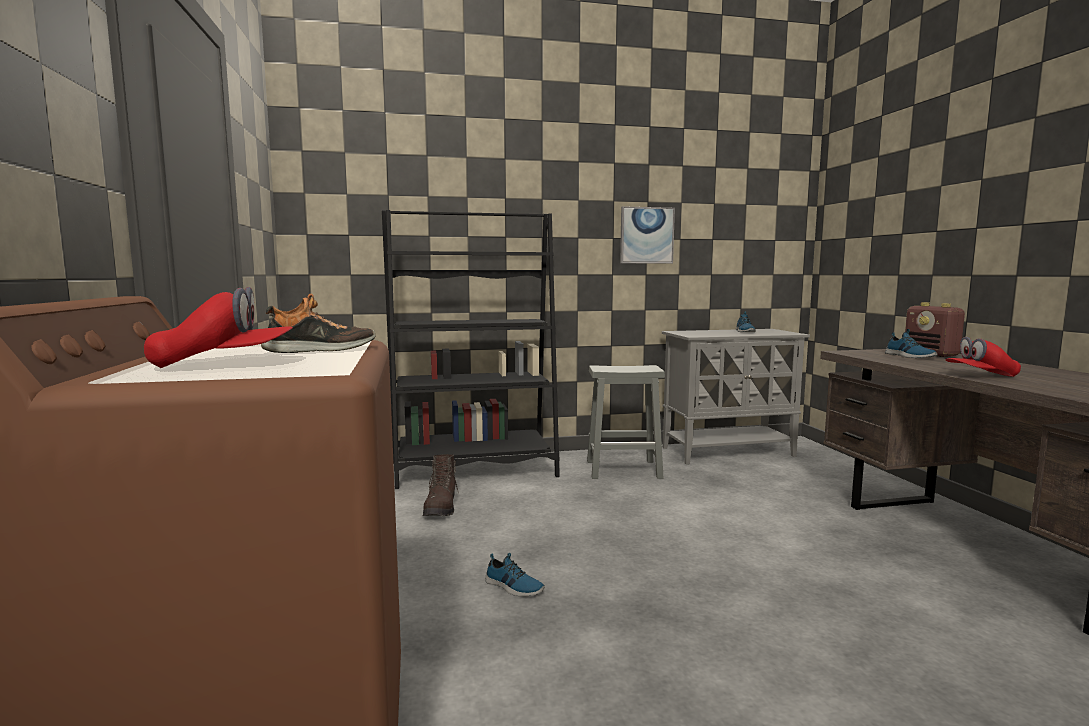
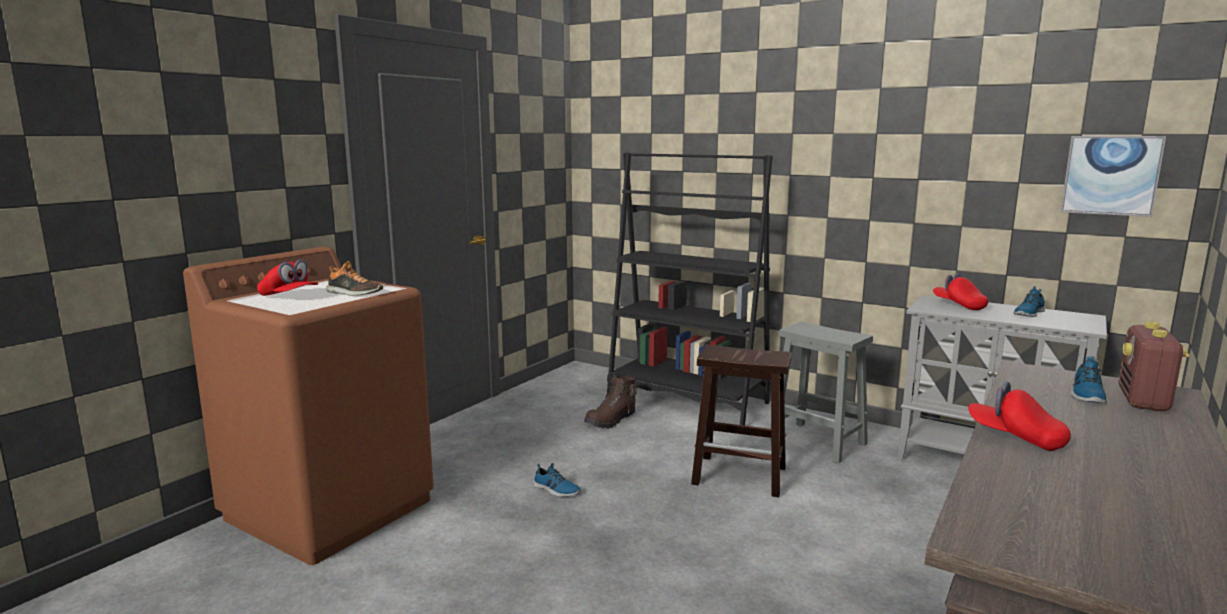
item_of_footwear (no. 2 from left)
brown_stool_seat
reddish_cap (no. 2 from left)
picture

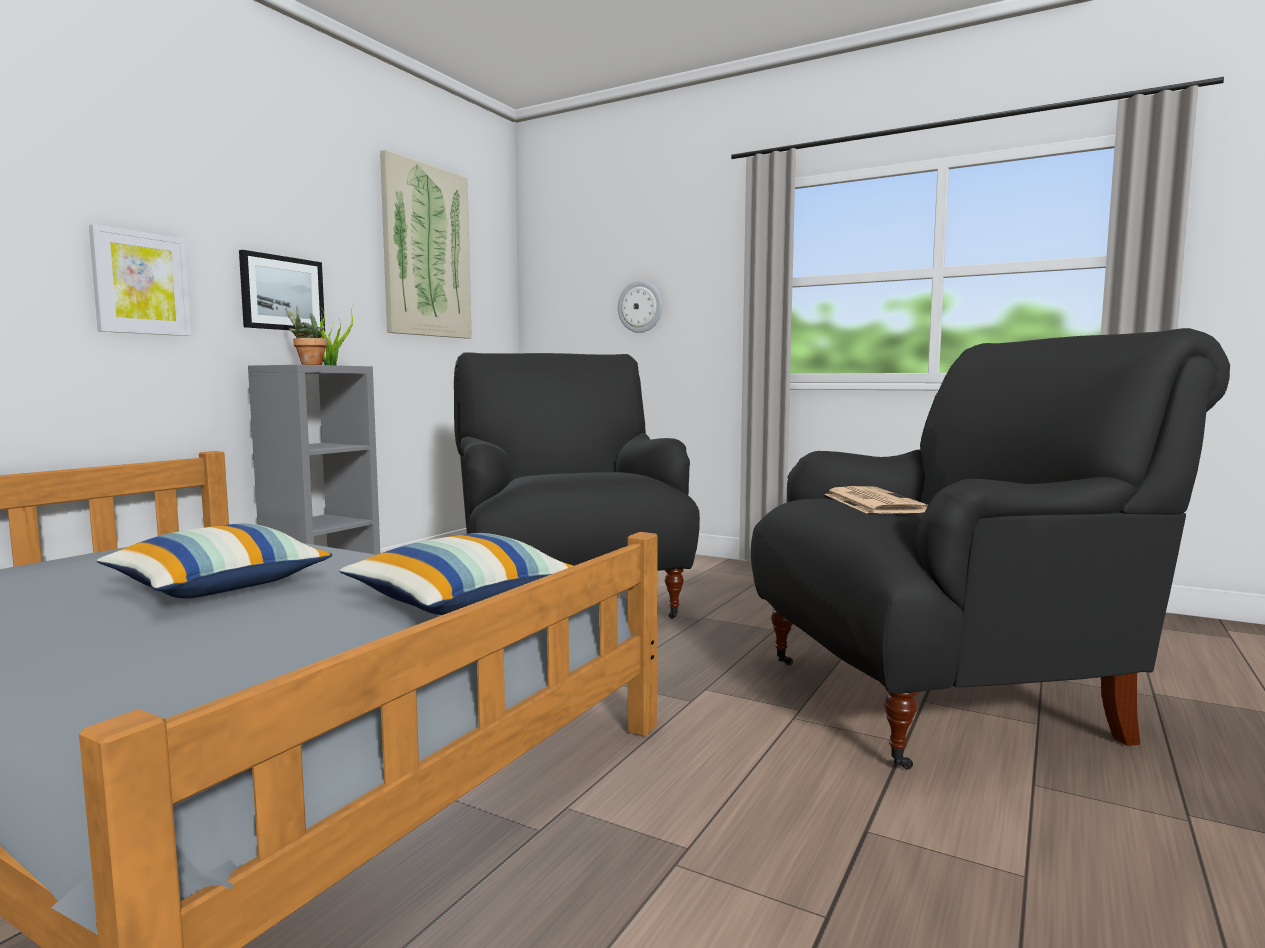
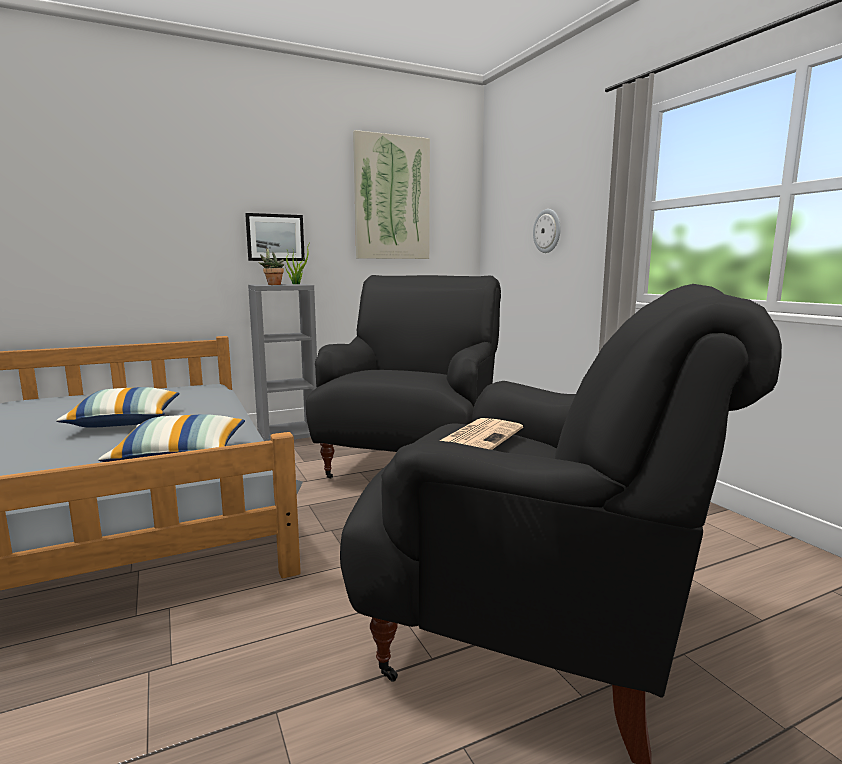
picture (no. 1 from left in the first image)

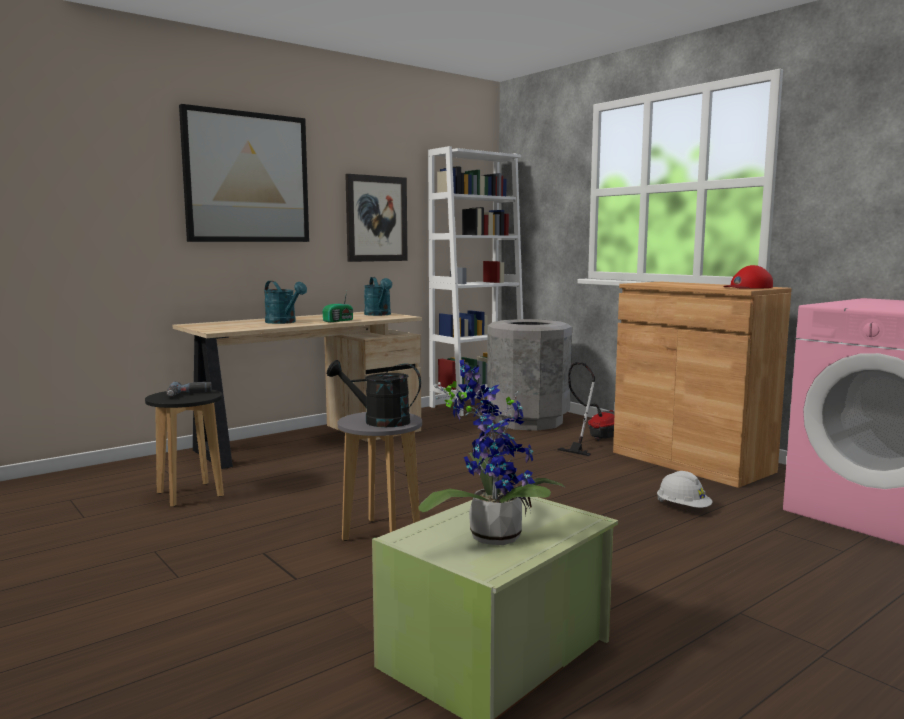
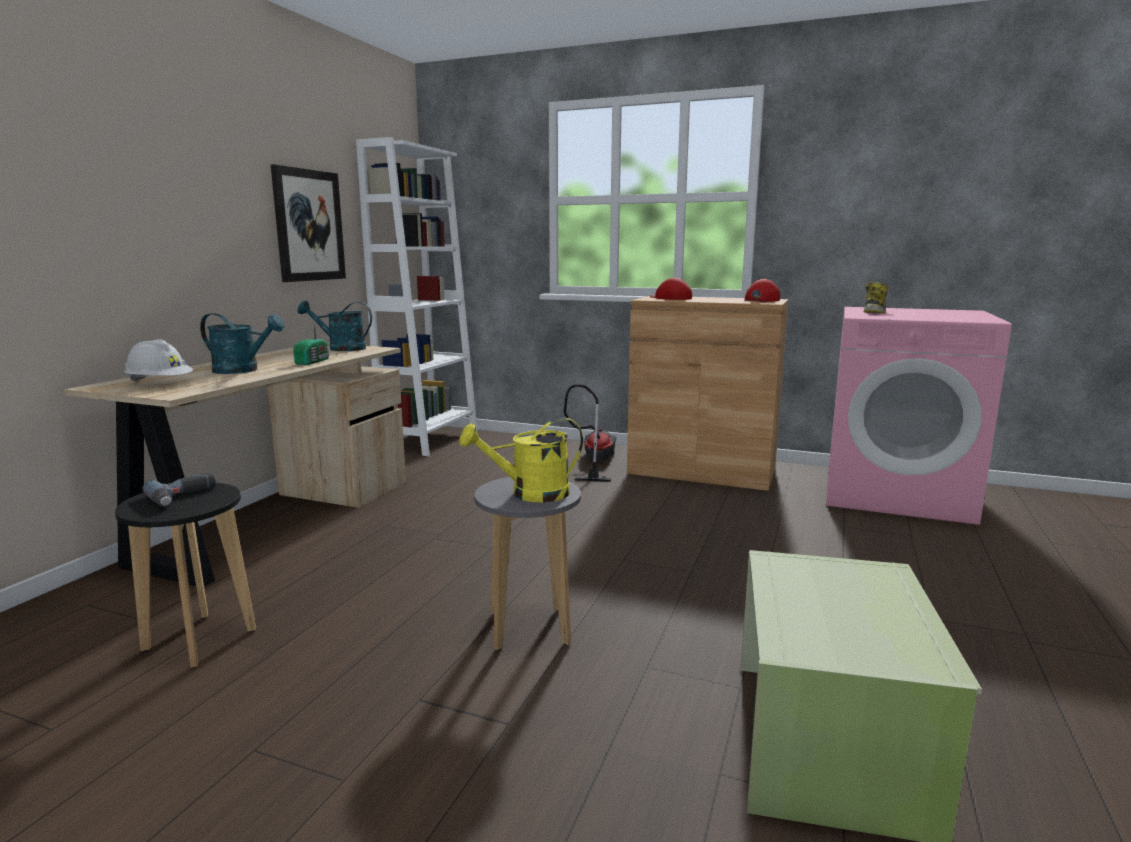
white-coloured_safety_helmet
turquoise-coloured_sprinkling_can (no. 2 from left)
yellow_sprinkling_can
reddish_cap (no. 1 from left)
tall_boot
picture (no. 1 from left in the first image)
potted_plant
greyish_trash_can

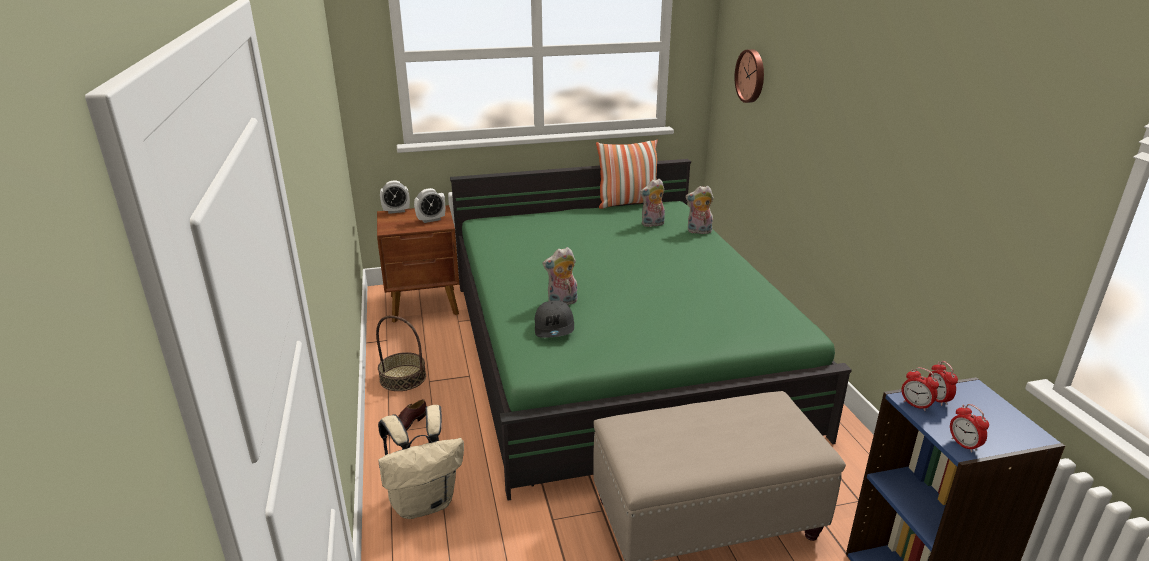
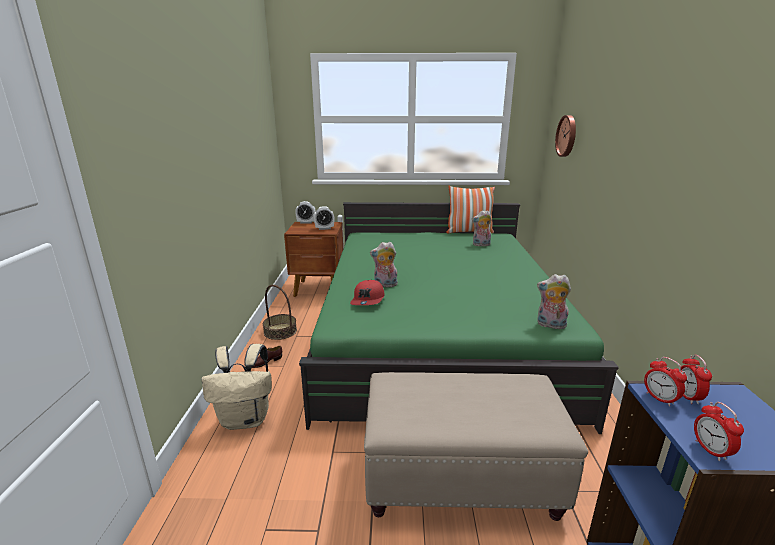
reddish_cap
cuddly_toy (no. 3 from left)

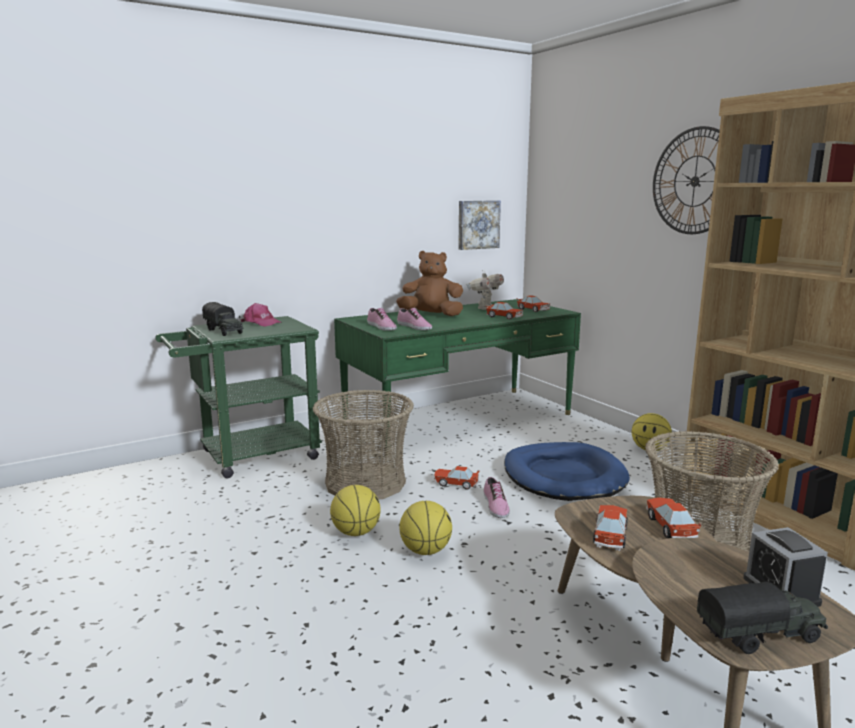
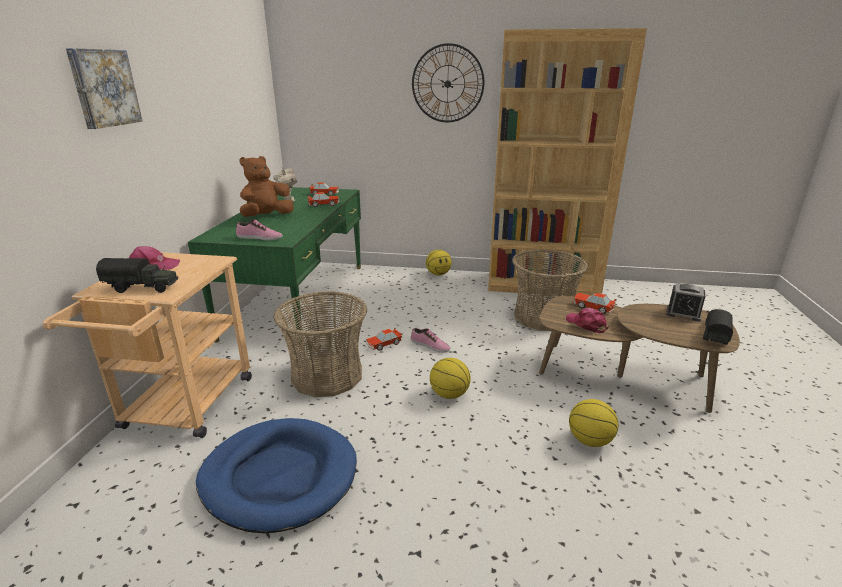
sand-coloured_trolley
picture
blue_dog_cushion
pinkish_cap (no. 2 from left)
basketball_ball (no. 3 from left)
item_of_footwear (no. 2 from left in the first image)

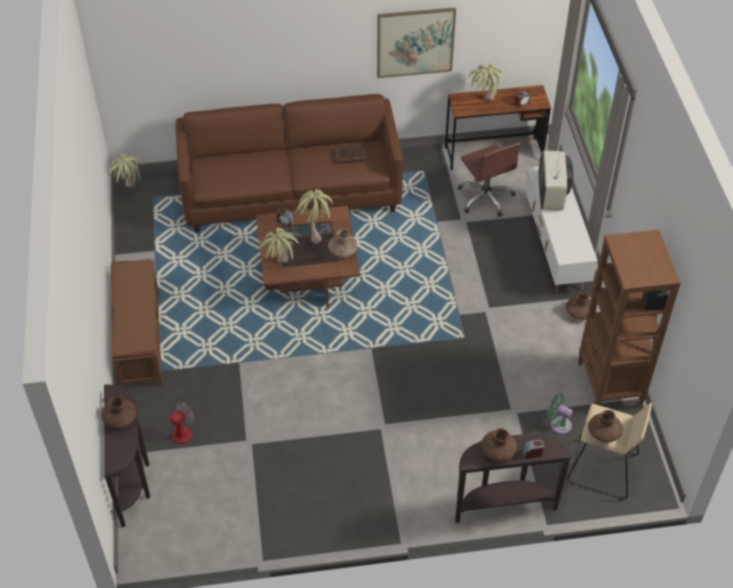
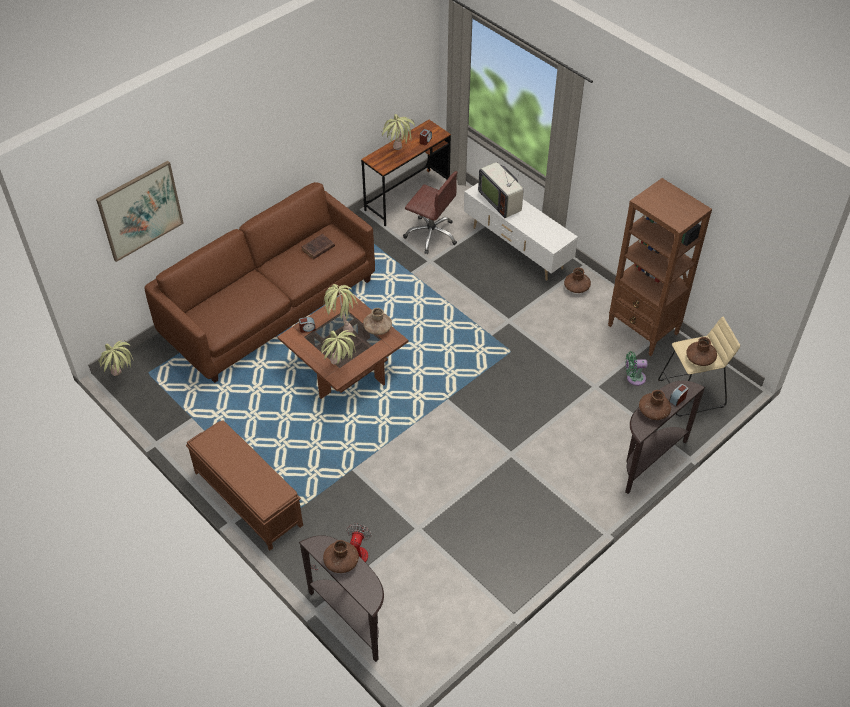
picture

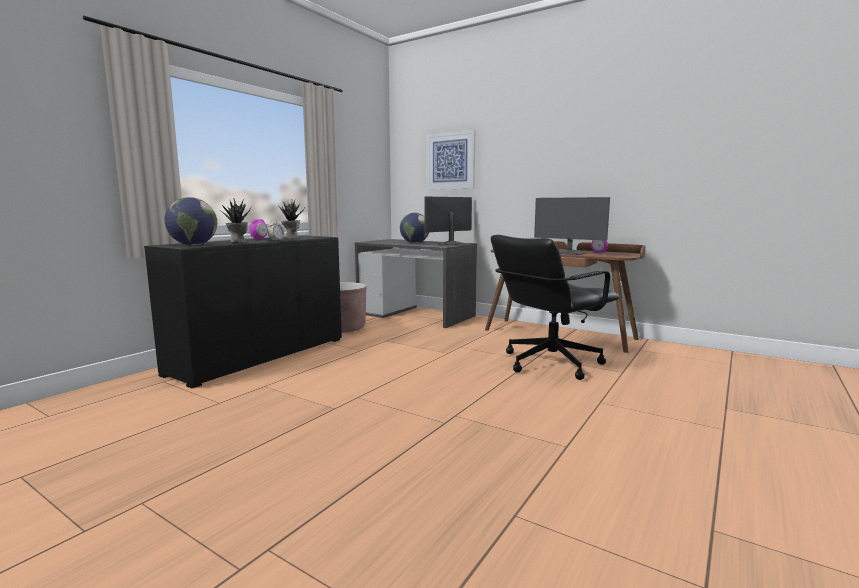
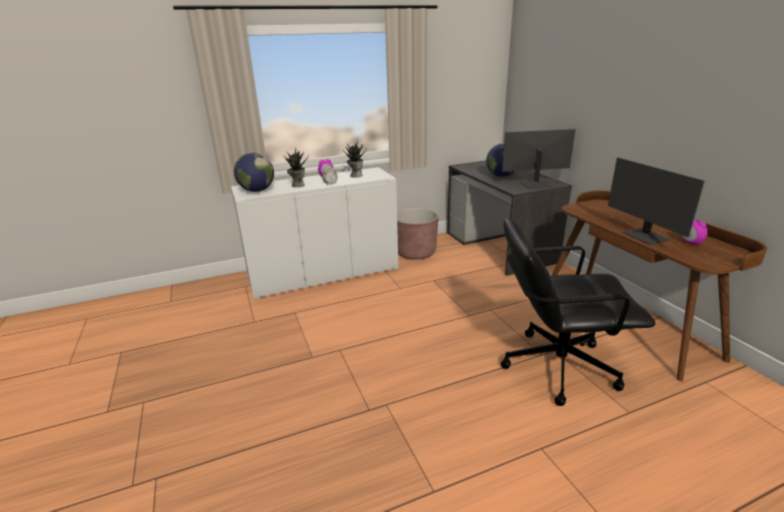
white-coloured_storage_cabinet
picture

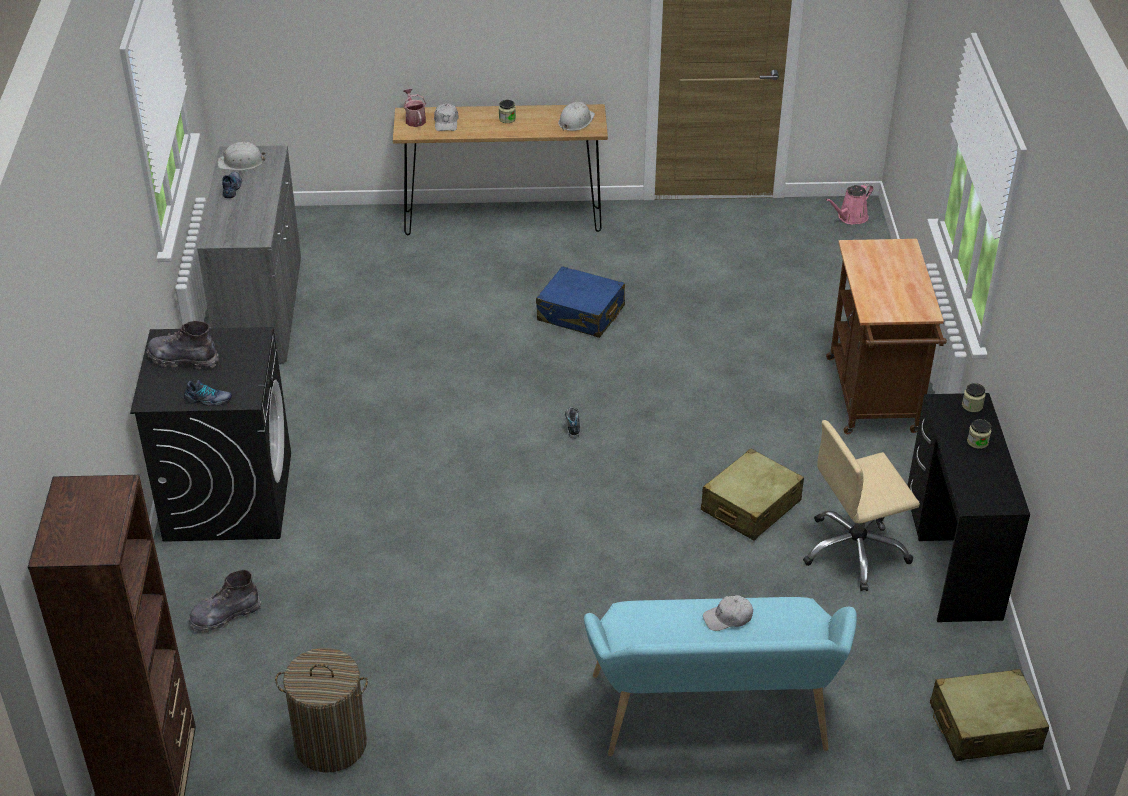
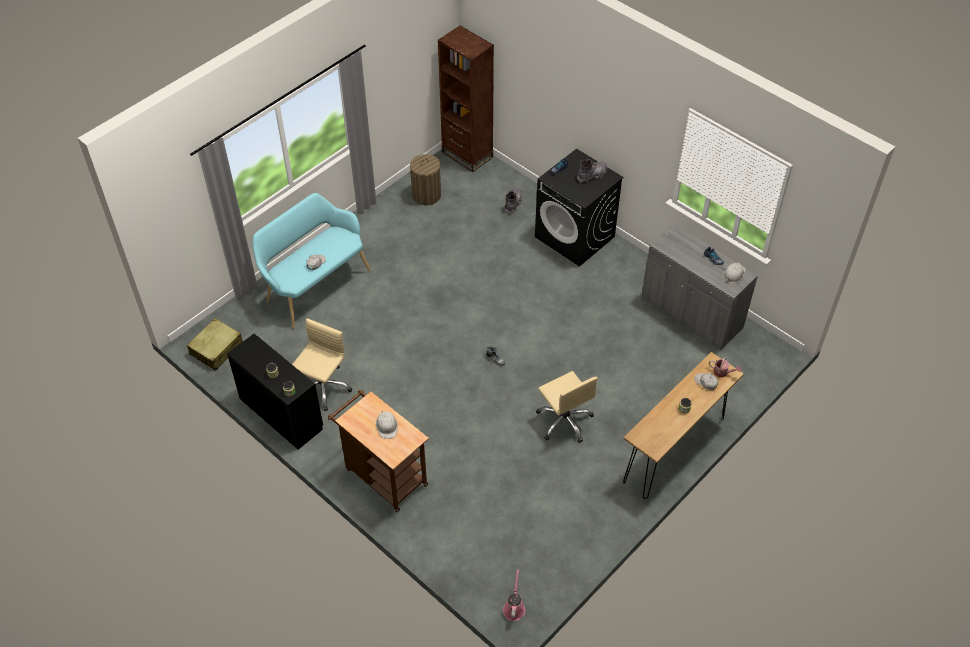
white-coloured_safety_helmet (no. 1 from left)
sand-coloured_desk_chair (no. 2 from left)
sand-coloured_piece_of_luggage (no. 1 from left in the first image)

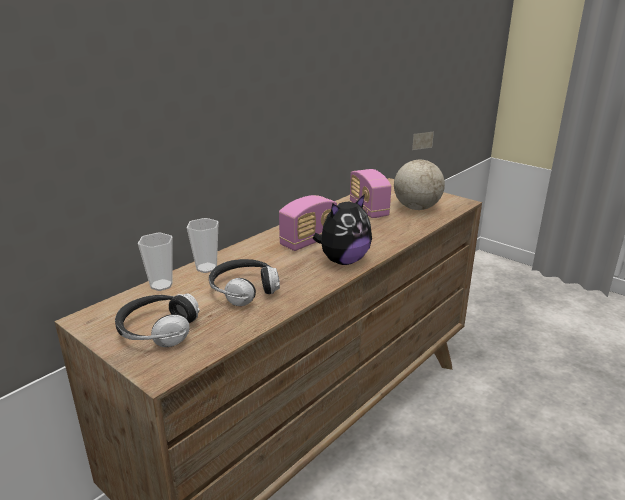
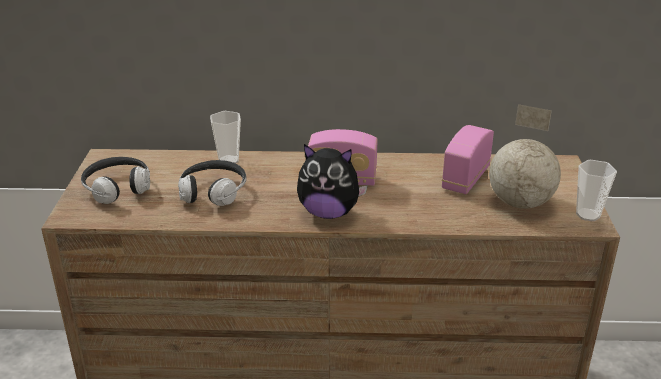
small_cup (no. 2 from left)

